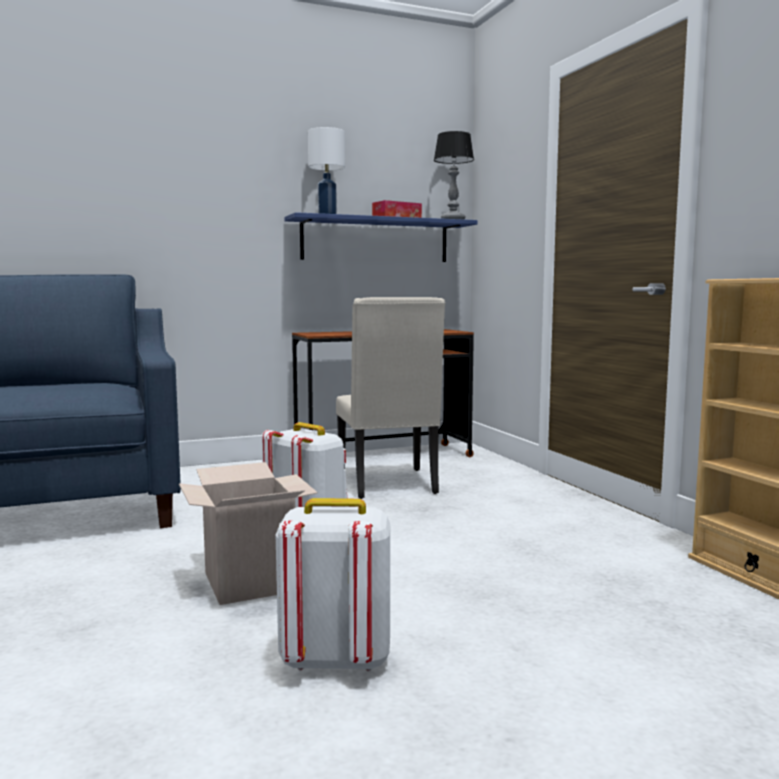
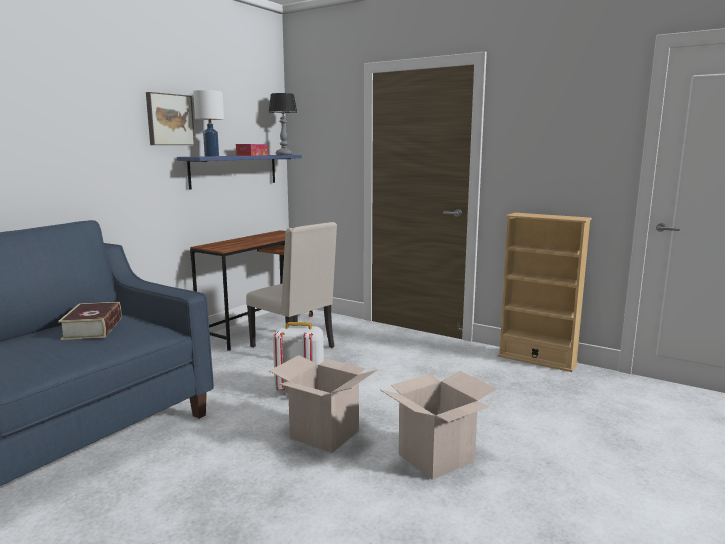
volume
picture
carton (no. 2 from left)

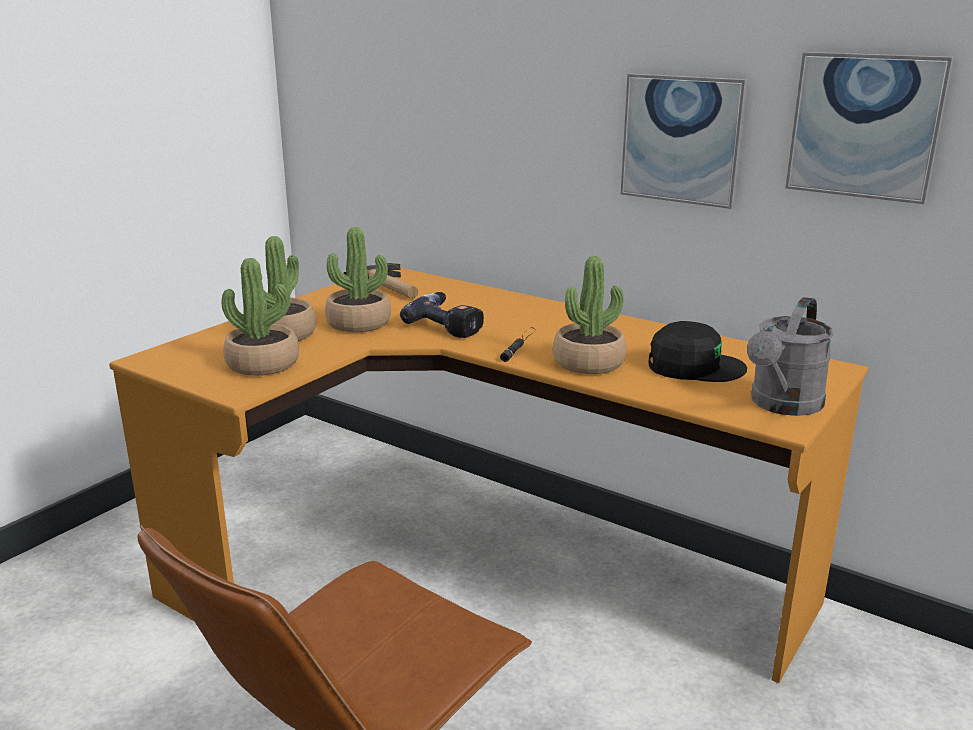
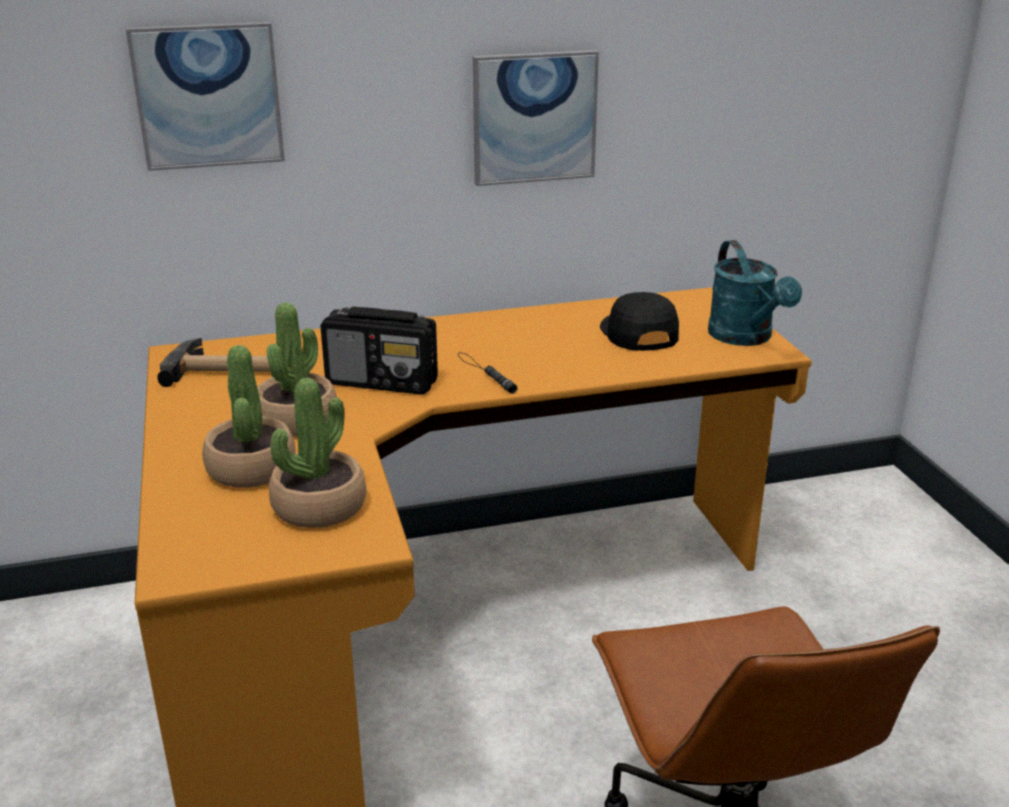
picture (no. 1 from left)
radio
black_cap
turquoise-coloured_sprinkling_can
potted_plant (no. 4 from left in the first image)

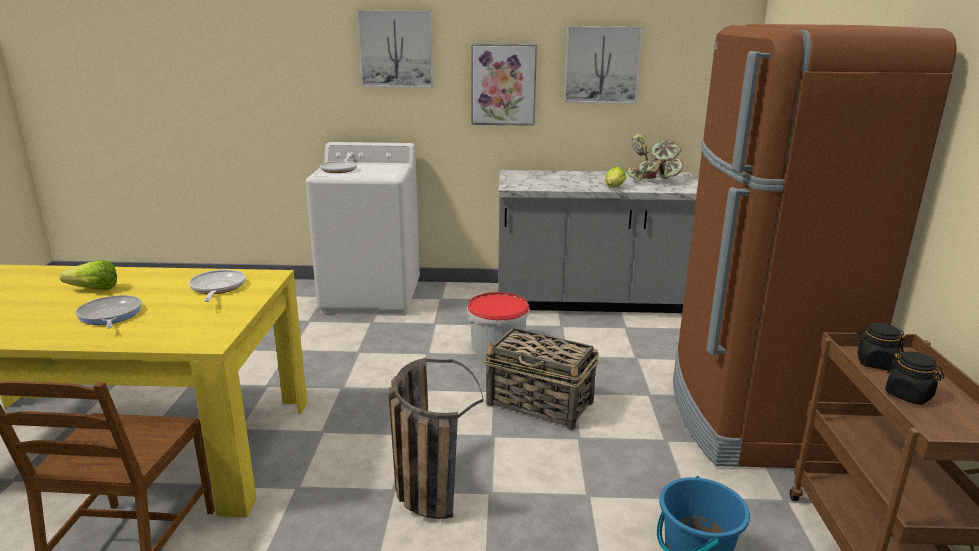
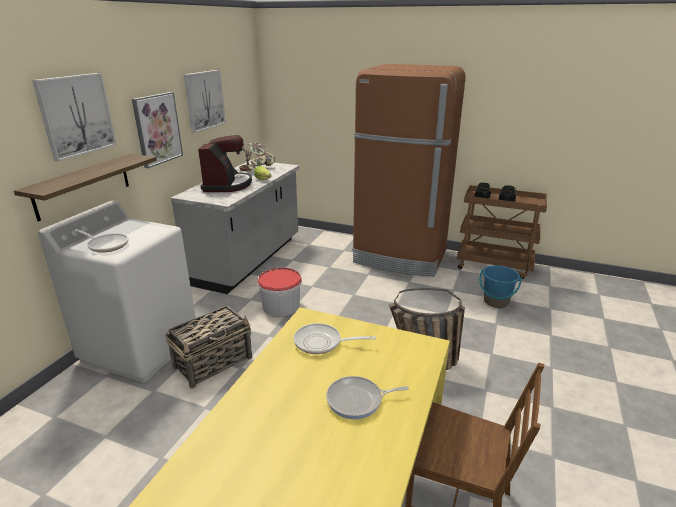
bracket_shelf
household_basket (no. 1 from left)
coffee_machine
lettuce (no. 1 from left in the first image)

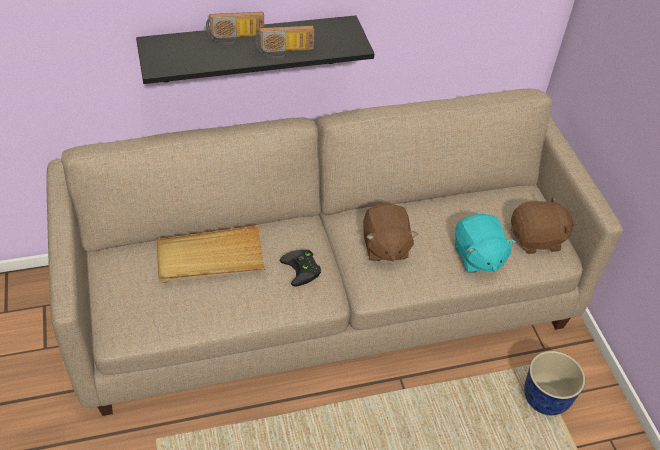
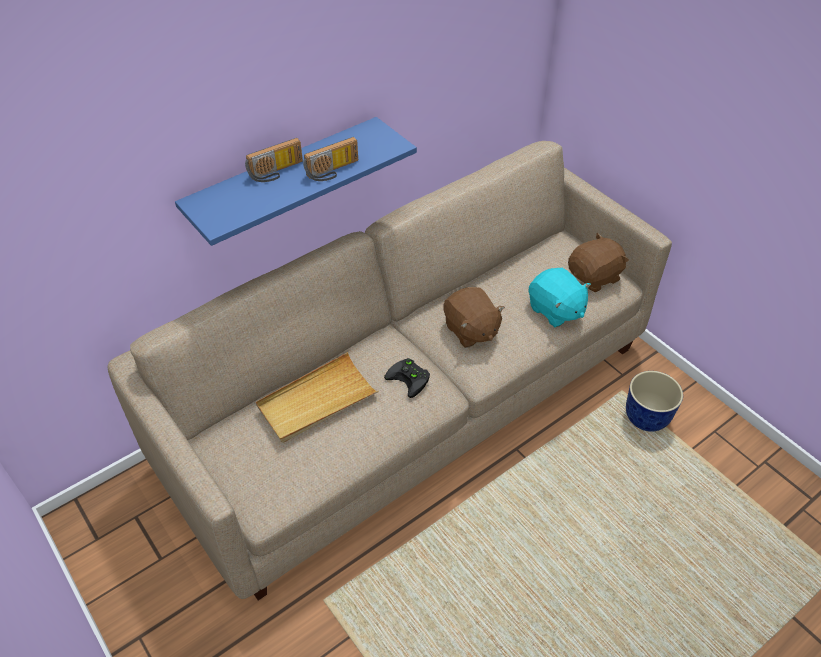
blue_bracket_shelf

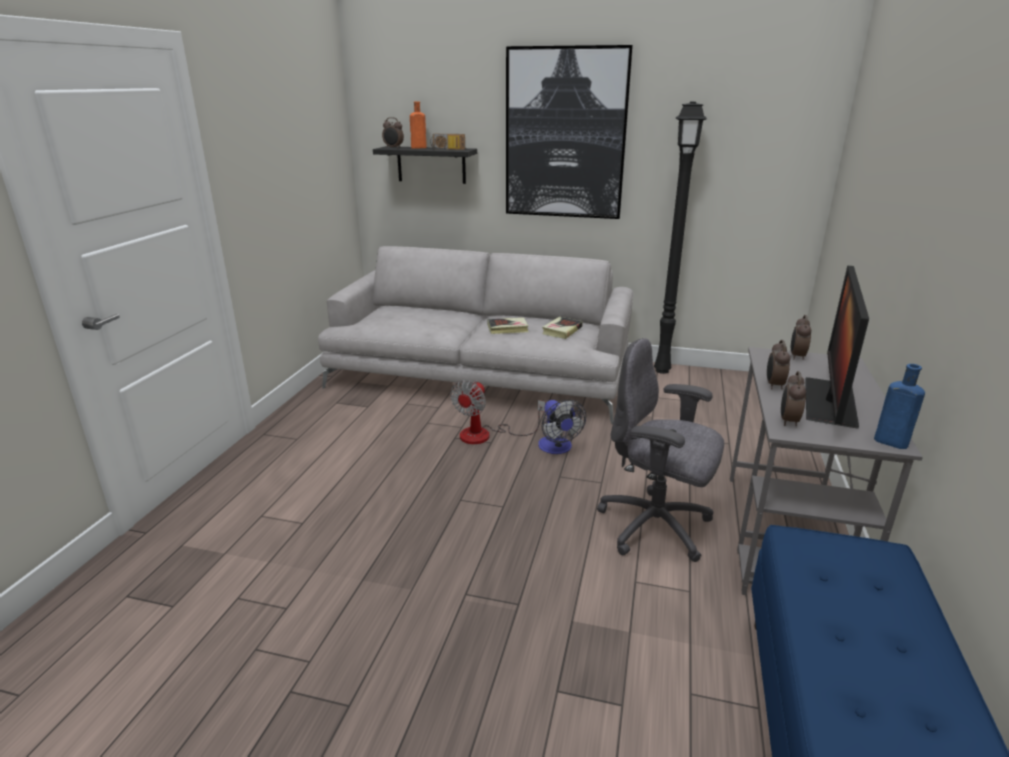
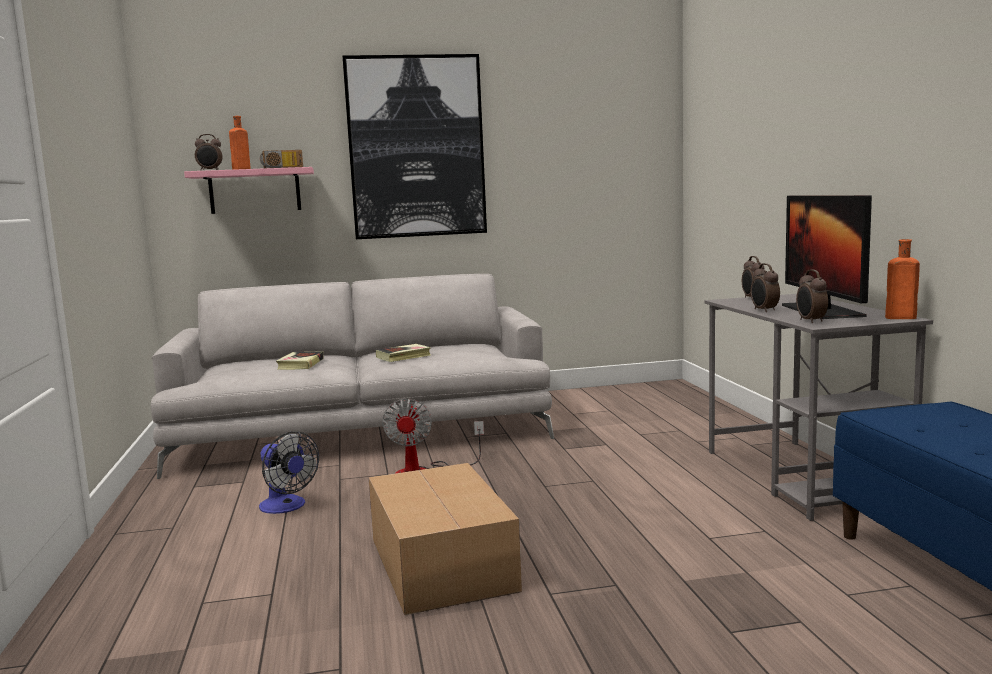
pinkish_bracket_shelf
cooling_fan (no. 1 from left)
volume (no. 1 from left)
carton
orange_drink_bottle (no. 2 from left)
greyish_desk_chair
black_floor_lamp

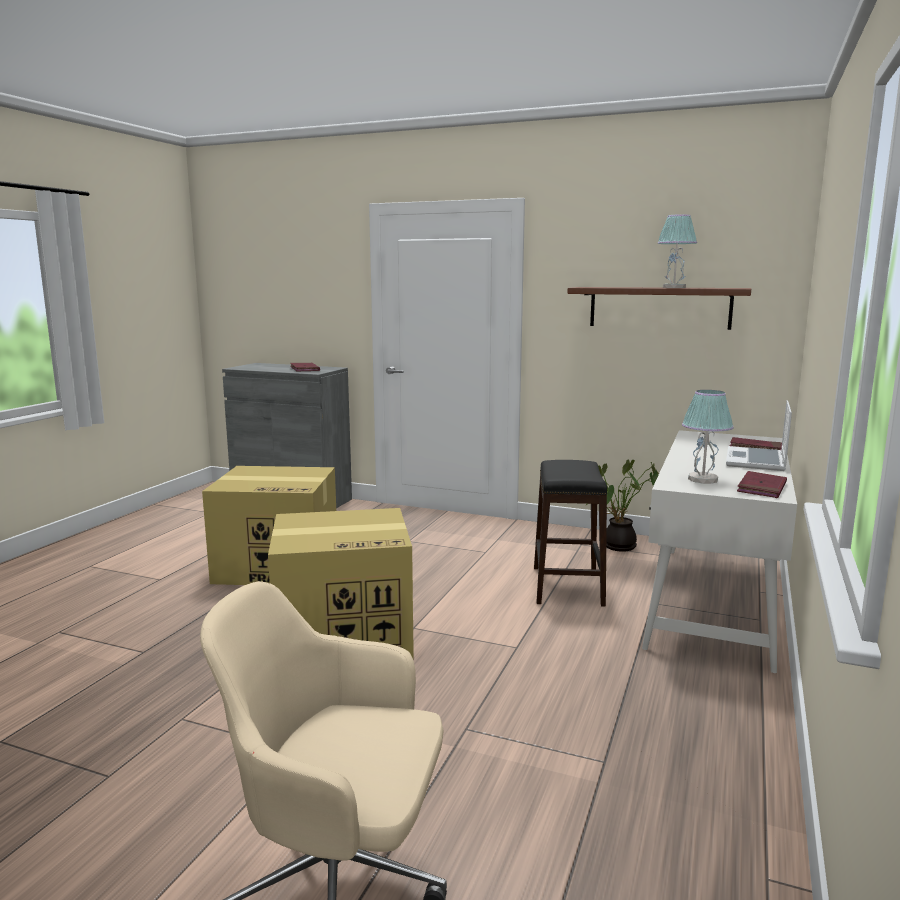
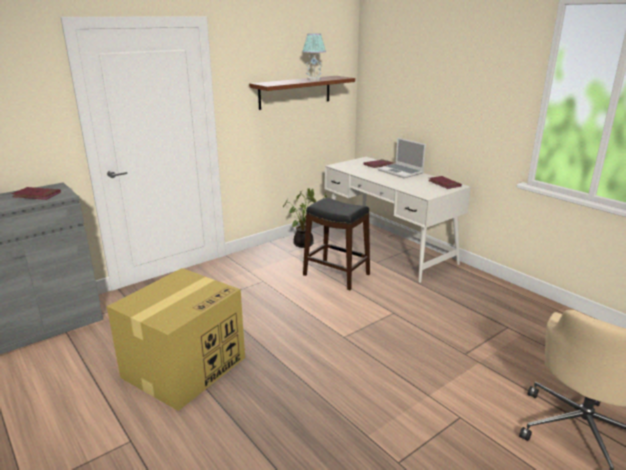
carton (no. 2 from left in the first image)
tabletop_lamp (no. 2 from left in the first image)

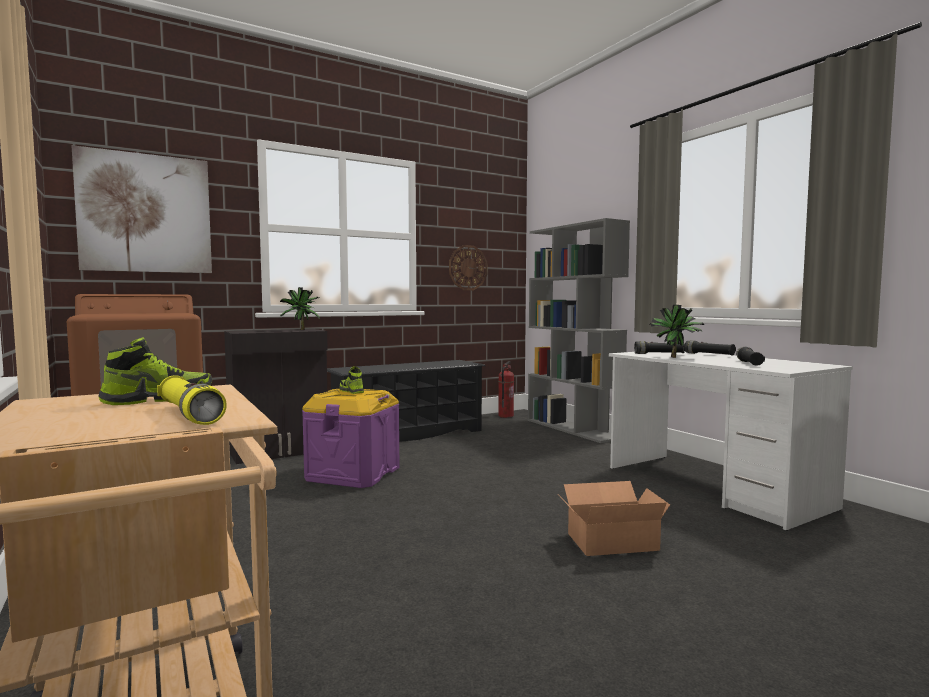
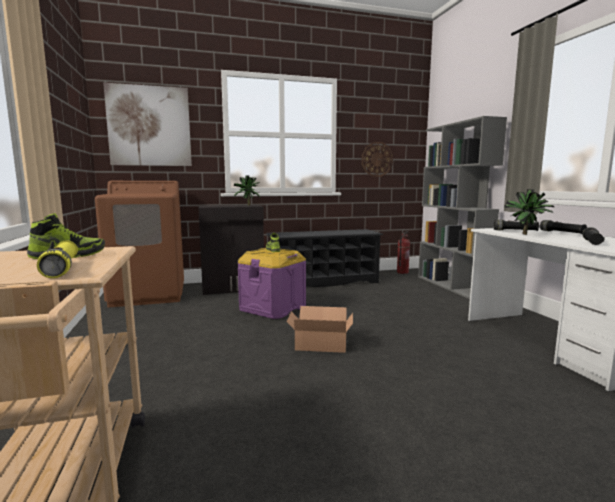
carton

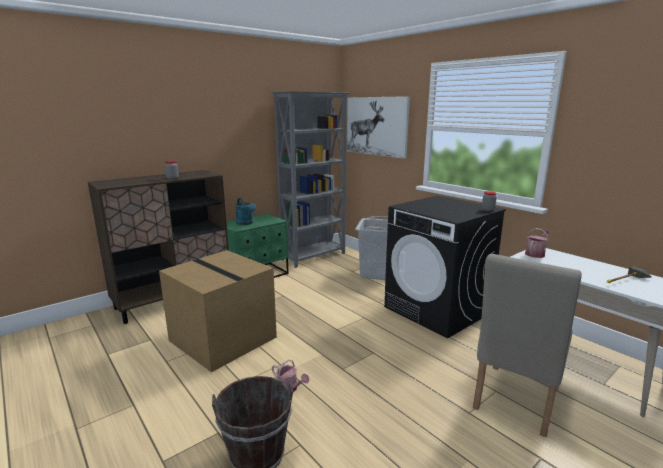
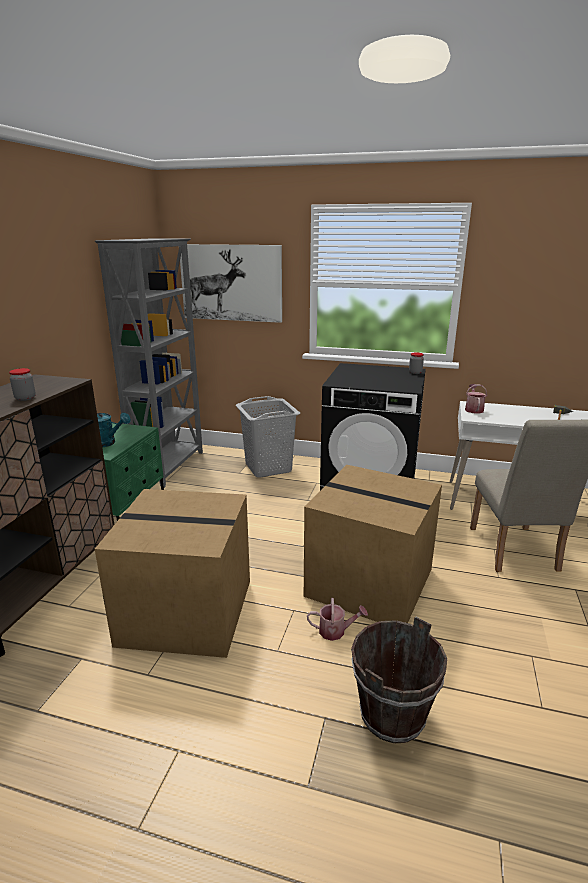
carton (no. 2 from left)

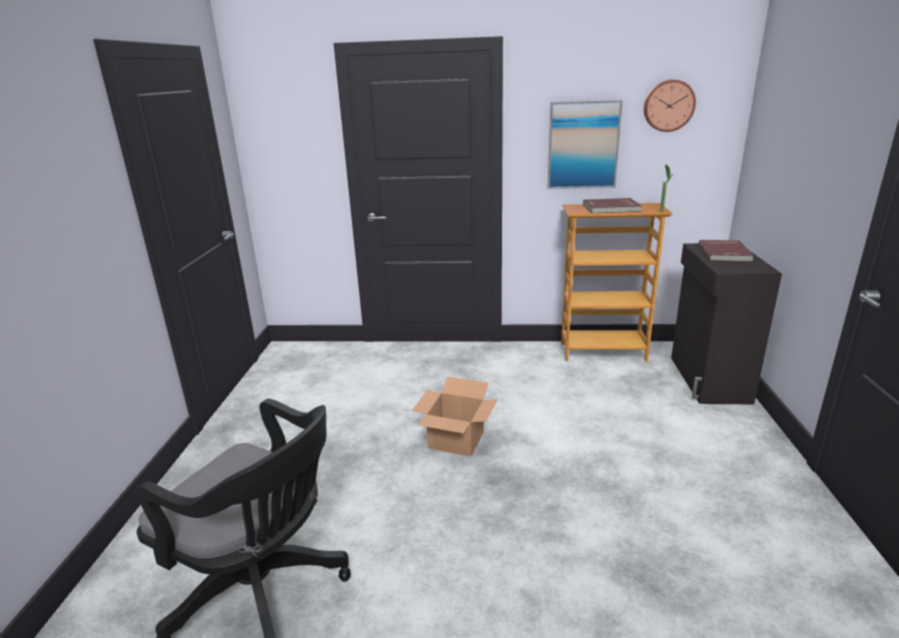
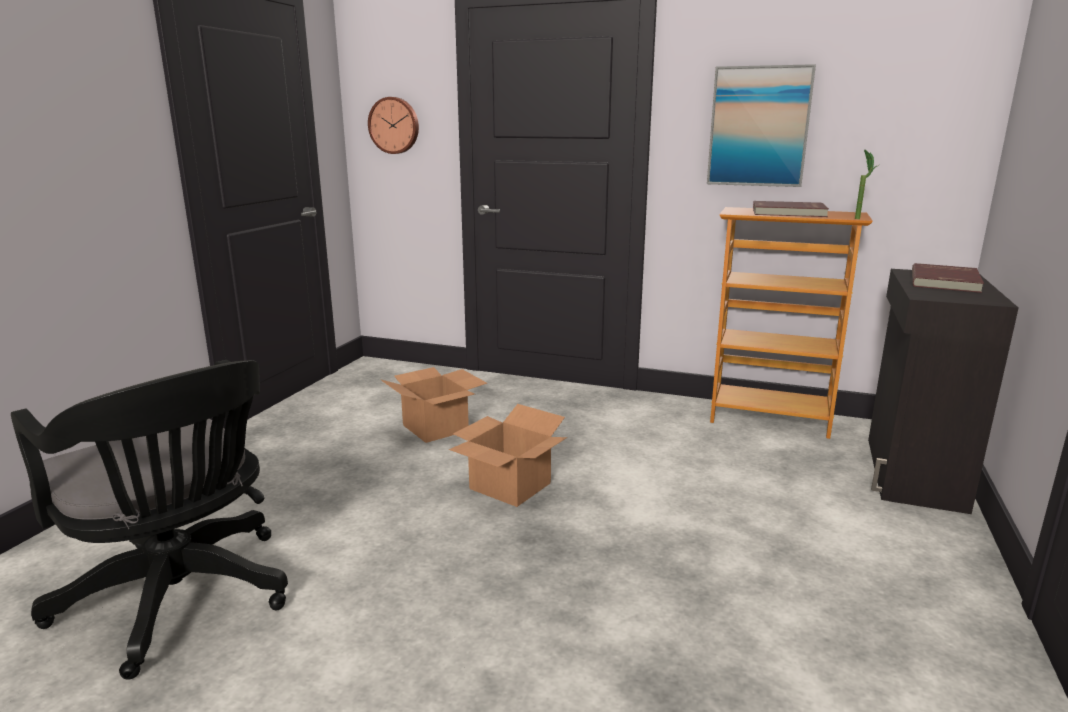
clock_on_the_wall
carton (no. 1 from left)

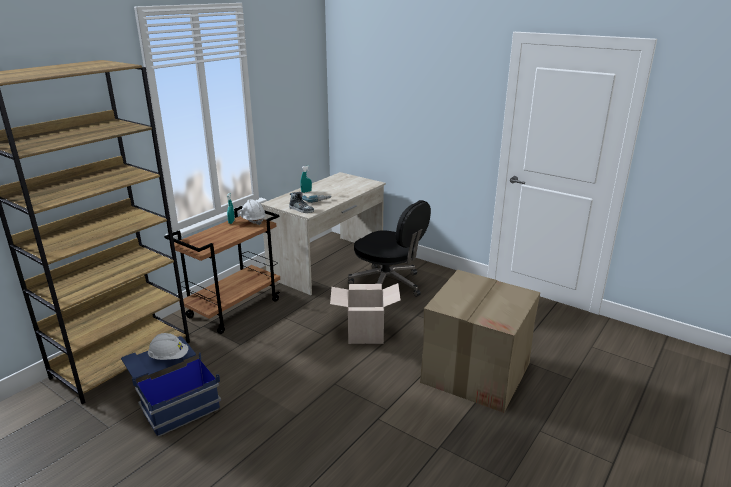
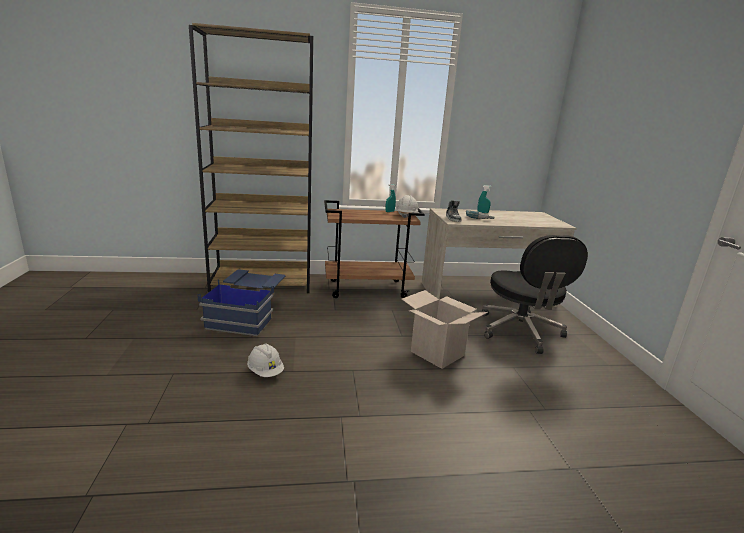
white-coloured_safety_helmet (no. 1 from left)
carton (no. 2 from left in the first image)

